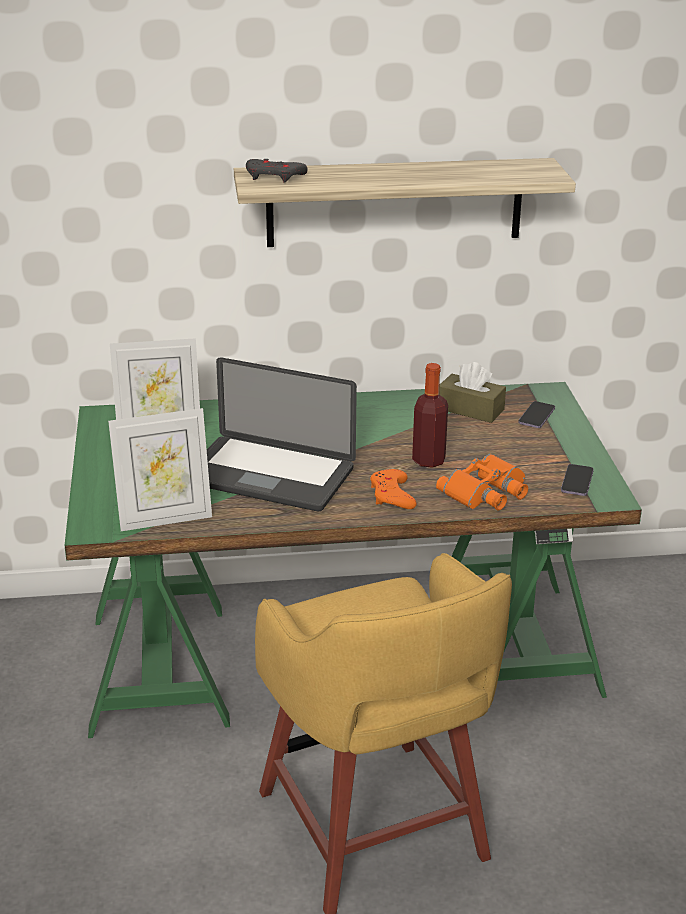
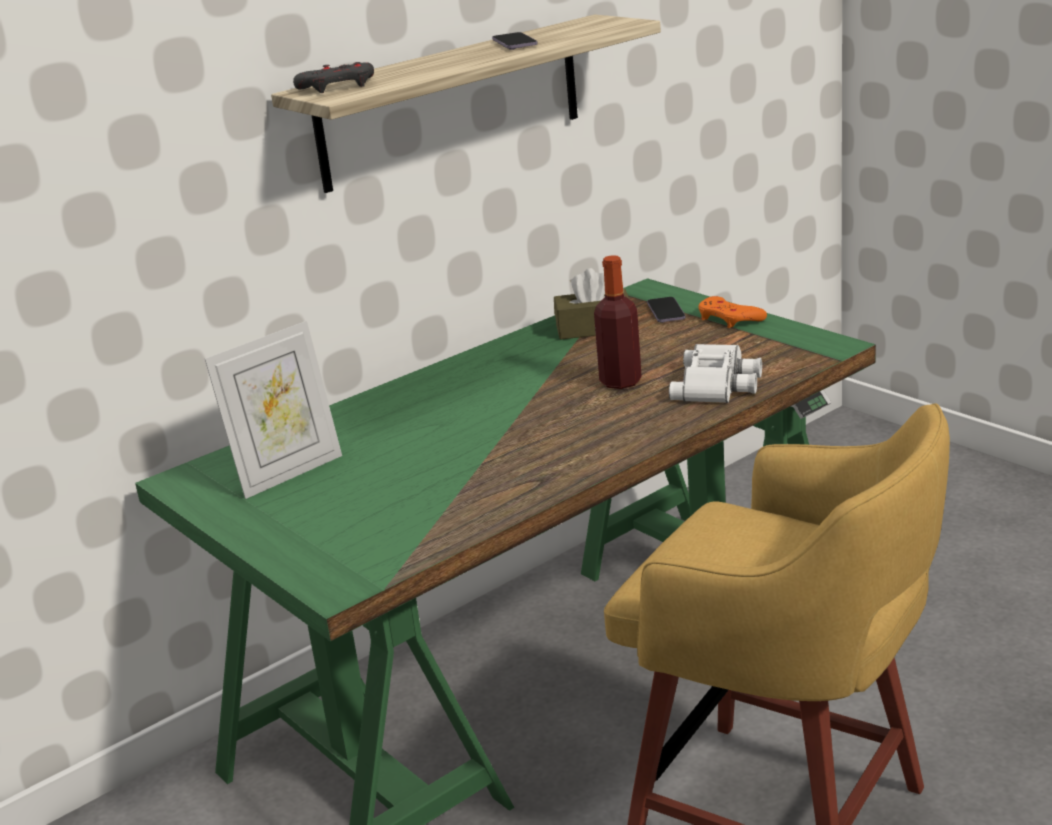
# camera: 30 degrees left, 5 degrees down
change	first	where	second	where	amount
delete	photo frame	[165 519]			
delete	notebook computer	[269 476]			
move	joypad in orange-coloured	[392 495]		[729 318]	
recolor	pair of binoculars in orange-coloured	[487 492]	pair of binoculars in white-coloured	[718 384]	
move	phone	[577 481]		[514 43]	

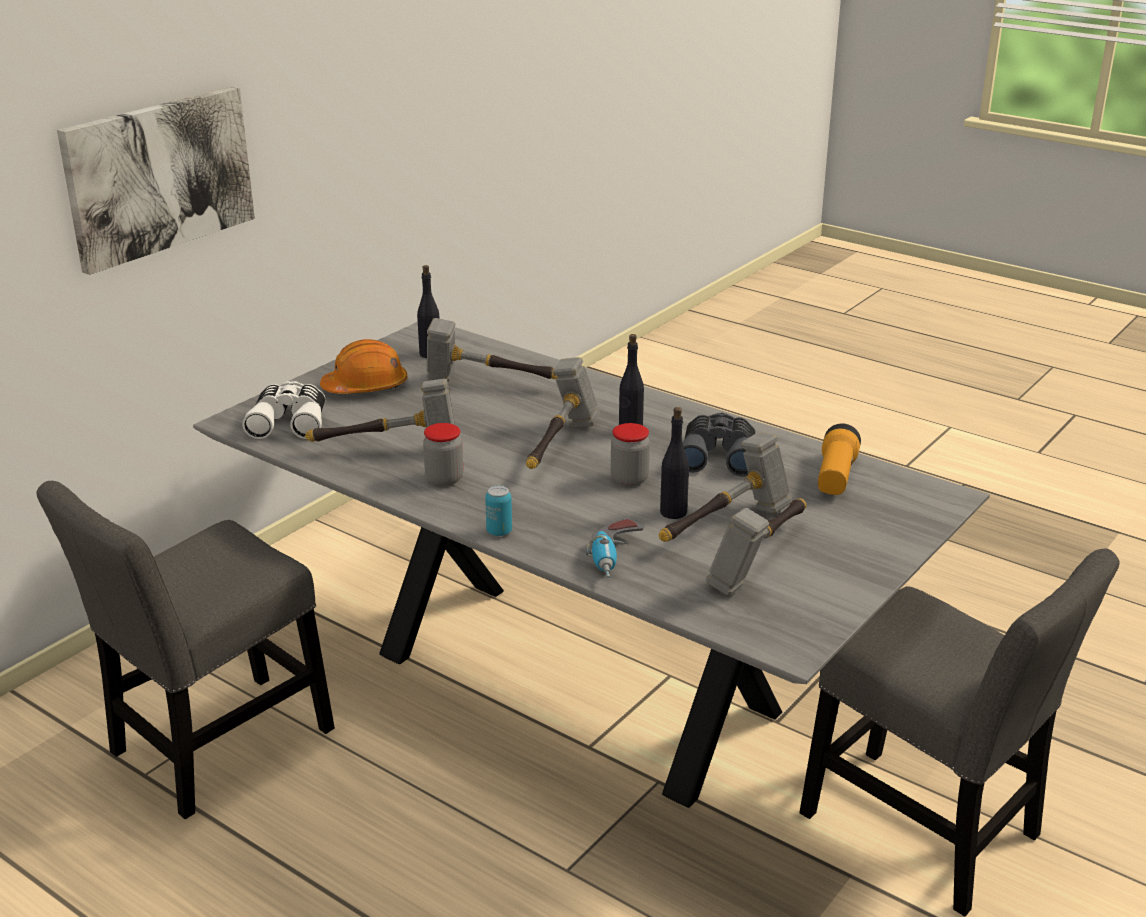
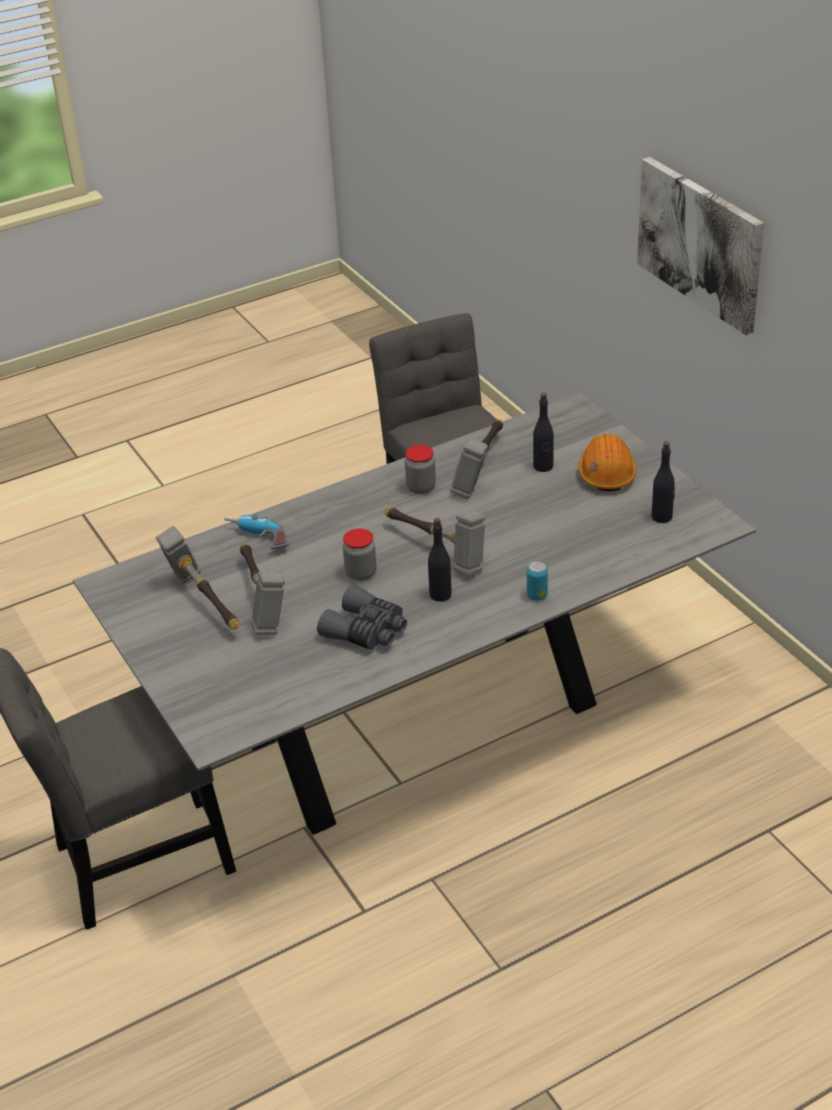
# camera: 115 degrees right, 10 degrees up
change	first	where	second	where	amount
delete	pair of binoculars in white-coloured	[289 422]			
delete	hand hammer	[487 385]			
move	can	[499 532]		[537 596]	
move	drink bottle in black	[673 512]		[543 466]	
delete	torch	[835 476]			

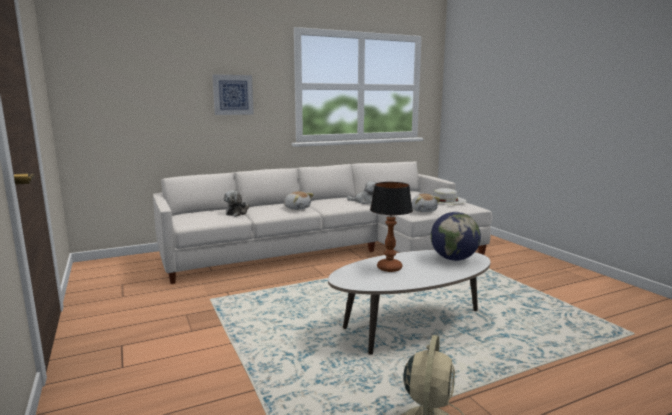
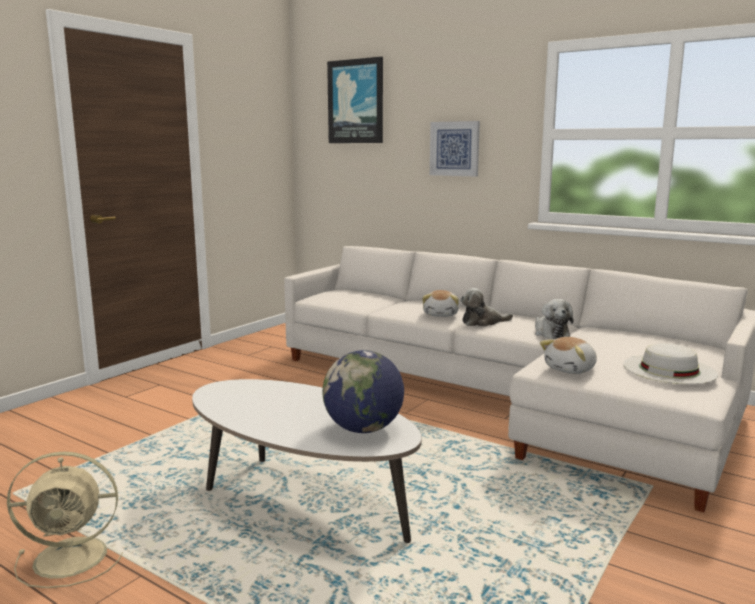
# camera: 60 degrees right, 0 degrees up
change	first	where	second	where	amount
move	soft toy	[237 213]		[482 322]	
delete	table lamp	[389 268]			
insert			wall picture	[356 101]	

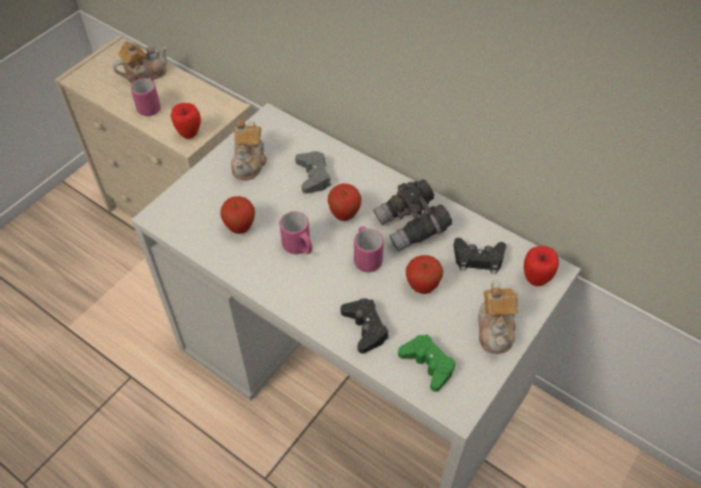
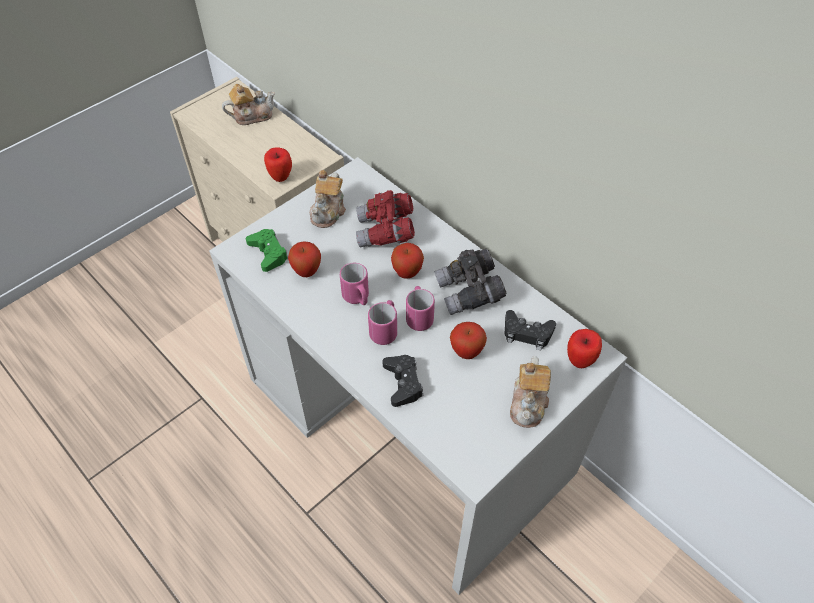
# camera: 10 degrees right, 0 degrees up
change	first	where	second	where	amount
move	coffee mug in pink	[150 106]		[385 330]	
replace	joypad in gray	[313 176]	pair of binoculars in red	[386 232]	
move	joypad in green	[428 364]		[268 253]	

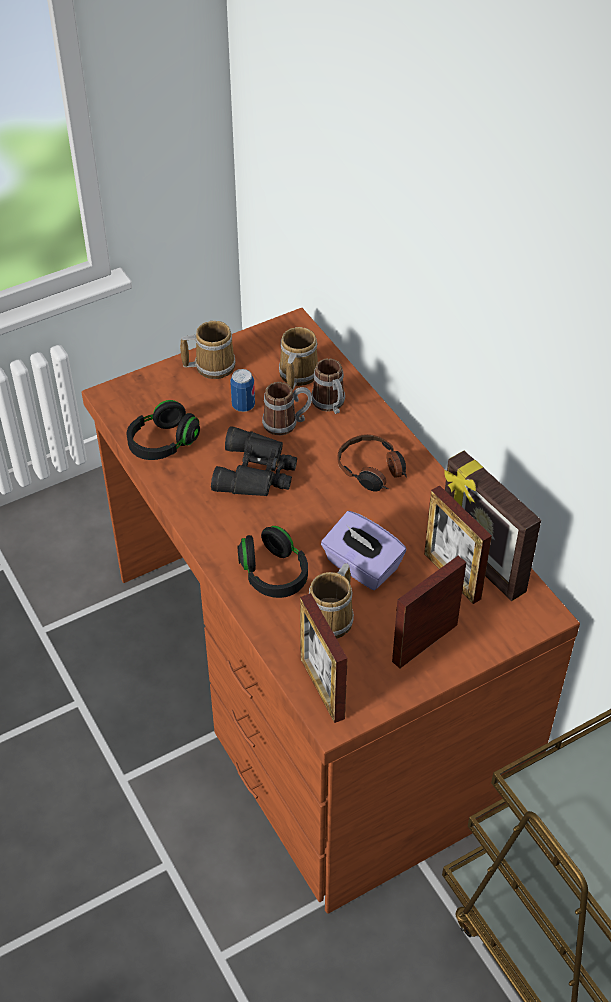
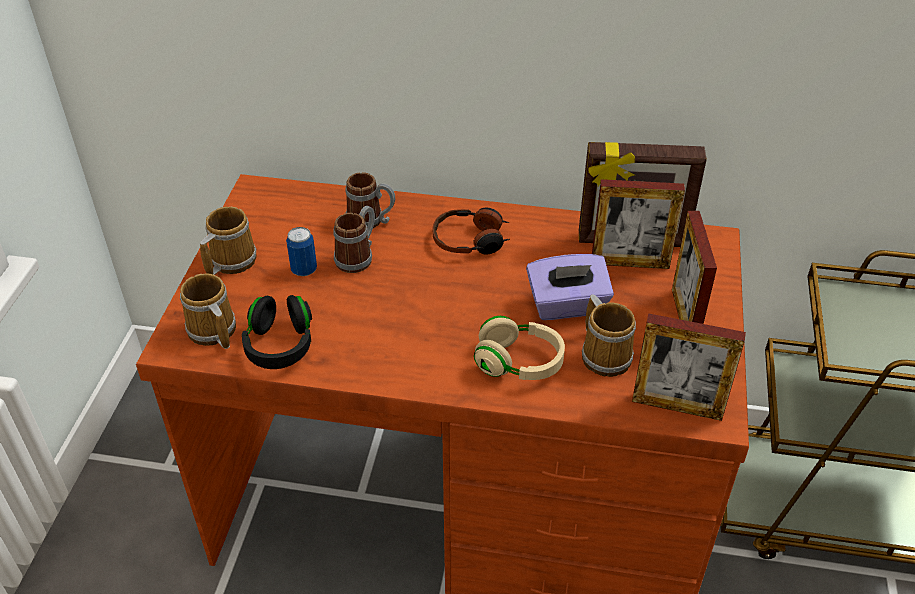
# camera: 50 degrees left, 5 degrees down
change	first	where	second	where	amount
delete	pair of binoculars in black	[257 472]			
recolor	pair of headphones in black	[273 574]	pair of headphones in beige-coloured	[519 363]	
move	coffee mug	[296 374]		[212 331]	

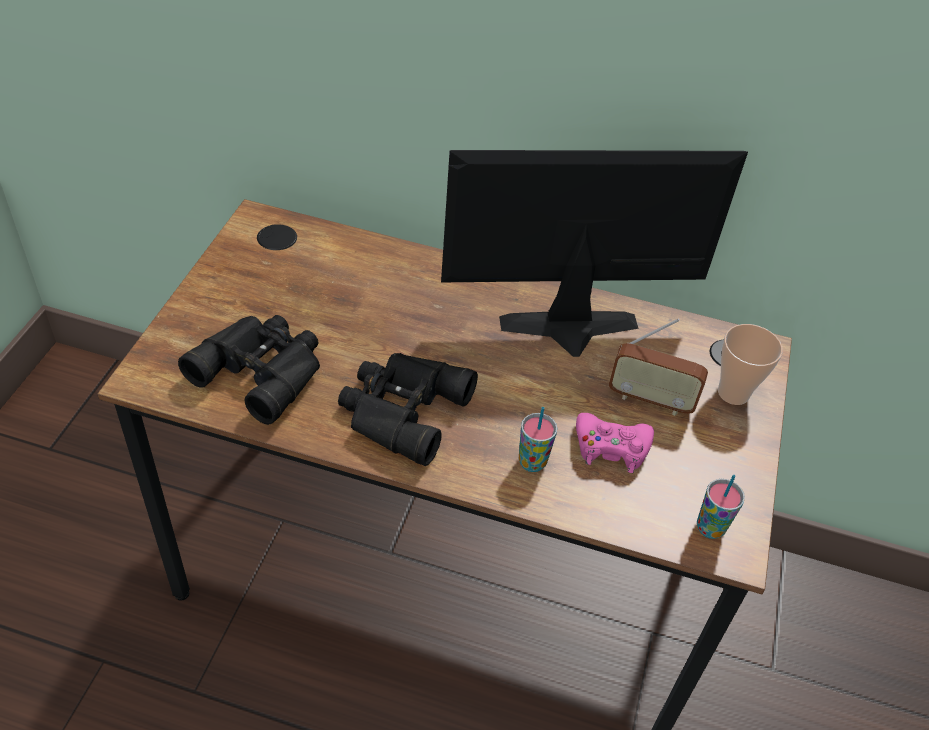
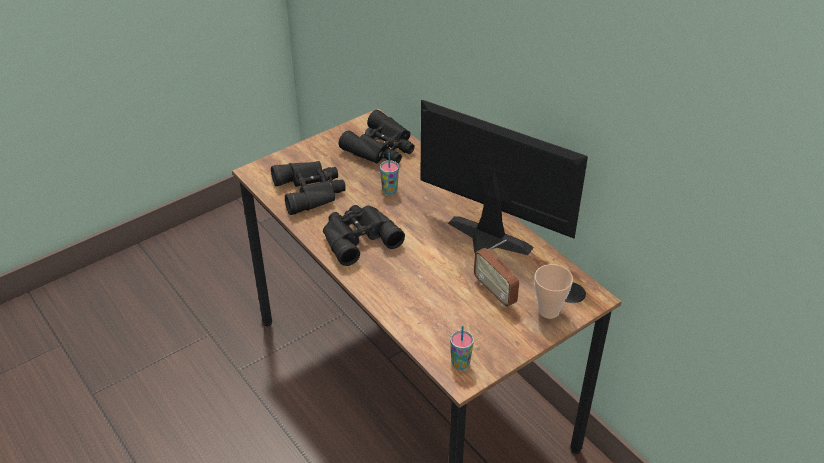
# camera: 40 degrees right, 5 degrees down
change	first	where	second	where	amount
move	cup	[532 462]		[389 190]	
delete	joypad in pink	[611 448]			
insert			pair of binoculars in black	[382 148]	

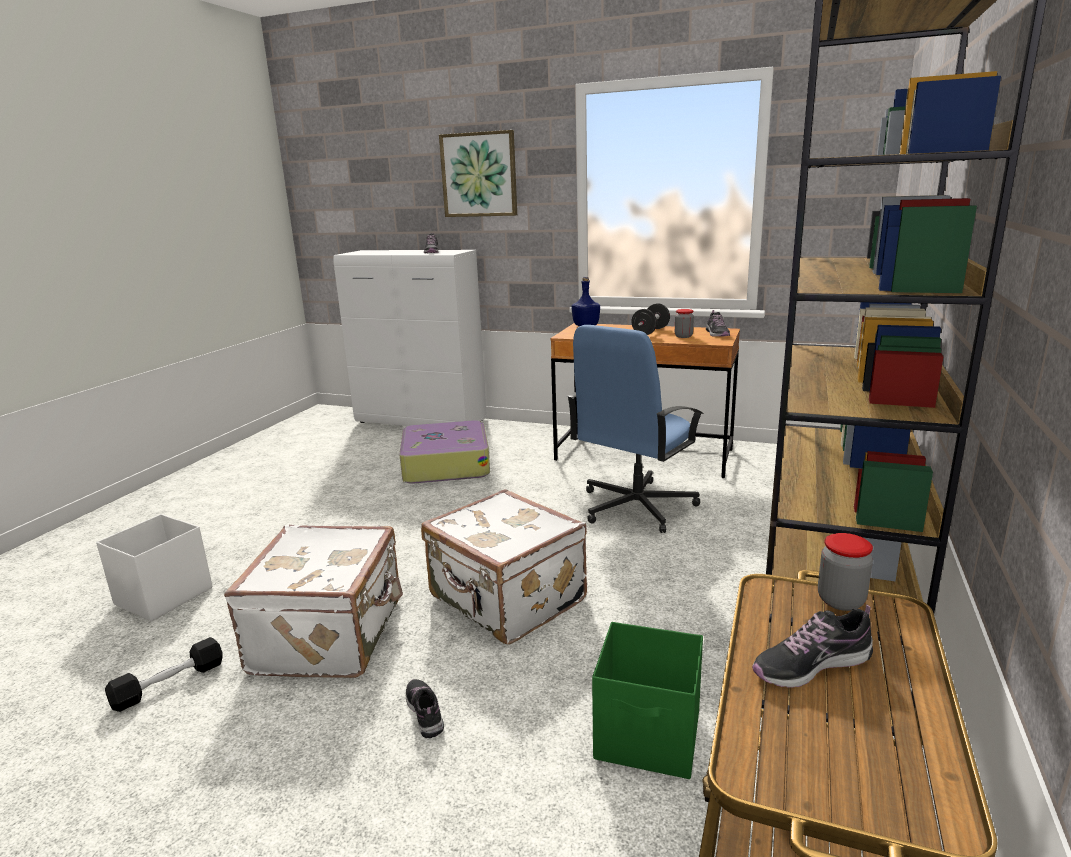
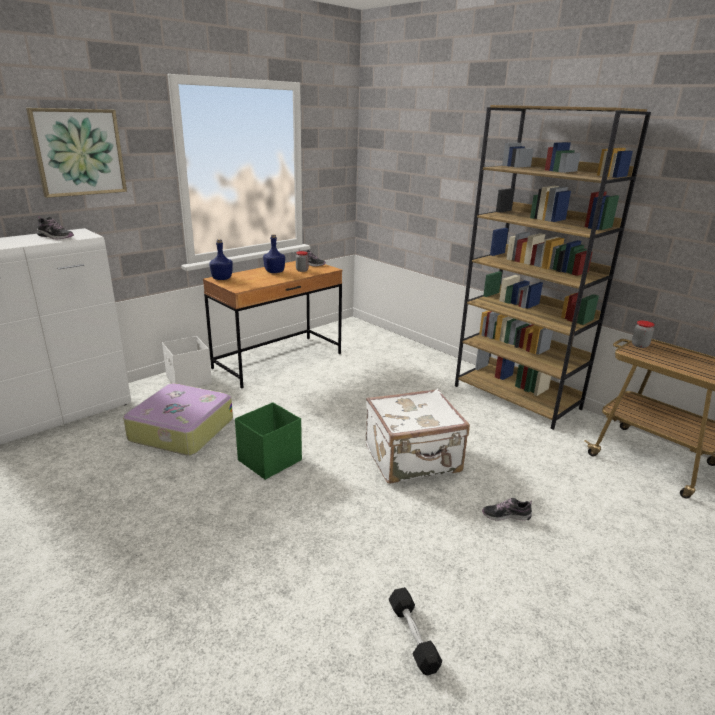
# camera: 65 degrees left, 5 degrees up
change	first	where	second	where	amount
move	storage bin in white-coloured	[162 597]		[189 380]	
delete	travel case in white-coloured	[331 635]			
delete	desk chair in bluish	[635 507]			
move	storage bin in green	[649 737]		[271 460]	
replace	hand weight in black	[650 331]	drink bottle in bluish	[274 272]	
delete	item of footwear	[810 665]			

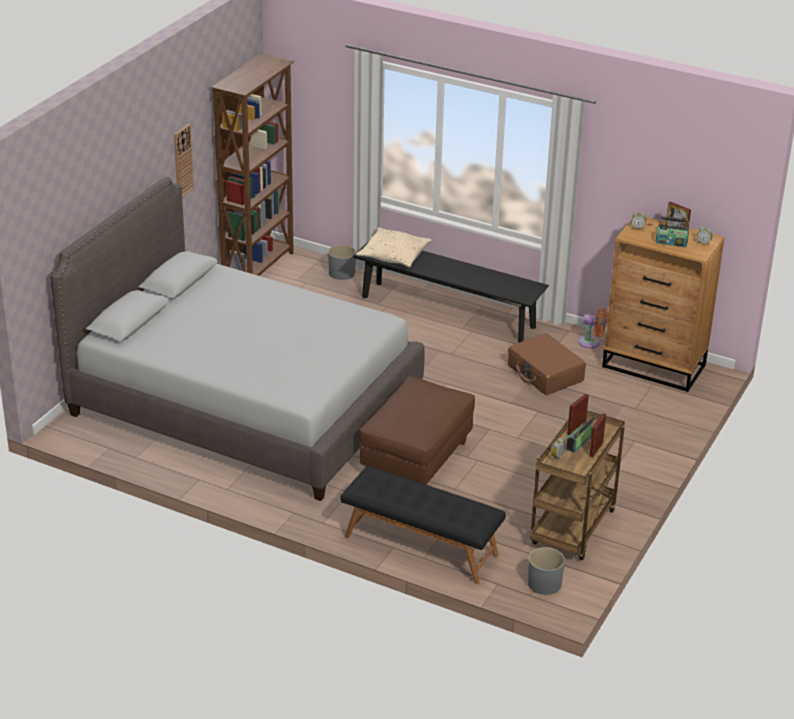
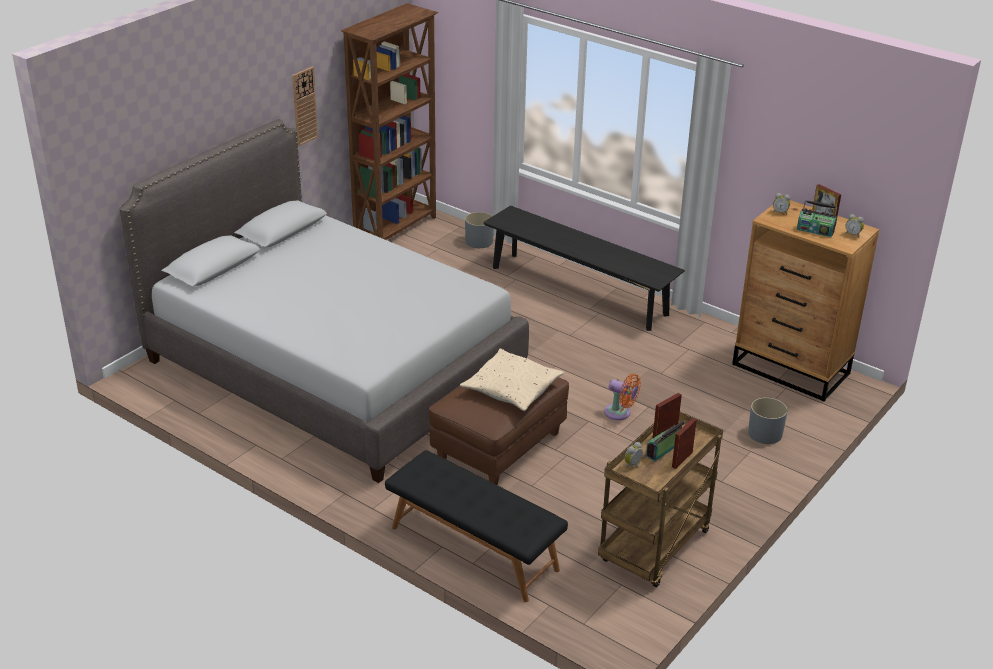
# camera: 10 degrees right, 0 degrees up
change	first	where	second	where	amount
move	cushion in beige-coloured	[393 255]		[511 388]	
delete	travel case in brownish	[545 373]			
move	plant pot in gray	[544 583]		[765 434]	
move	cooling fan in orange-coloured	[591 342]		[620 413]	

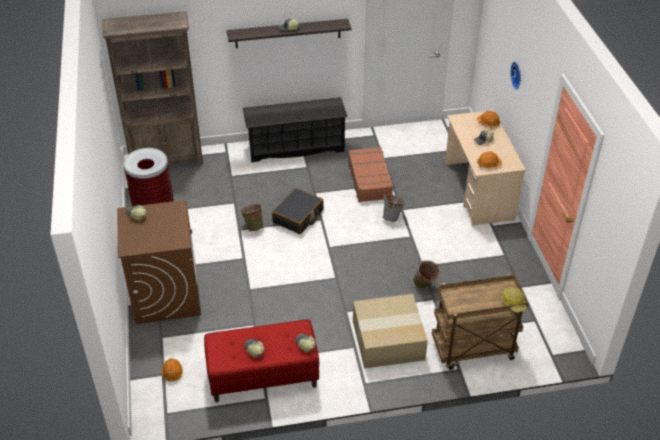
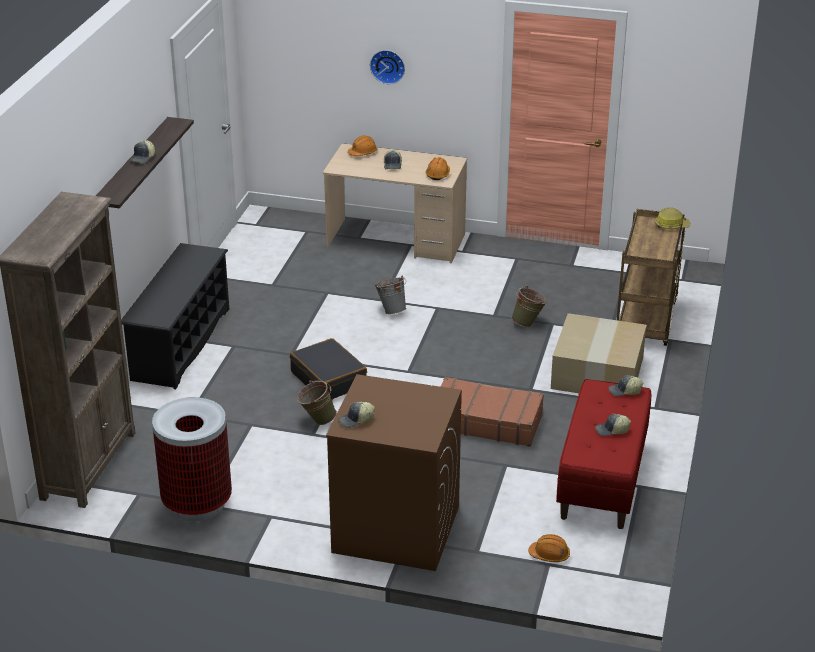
# camera: 65 degrees left, 10 degrees down
change	first	where	second	where	amount
move	travel case in brownish	[370 180]		[486 421]	

